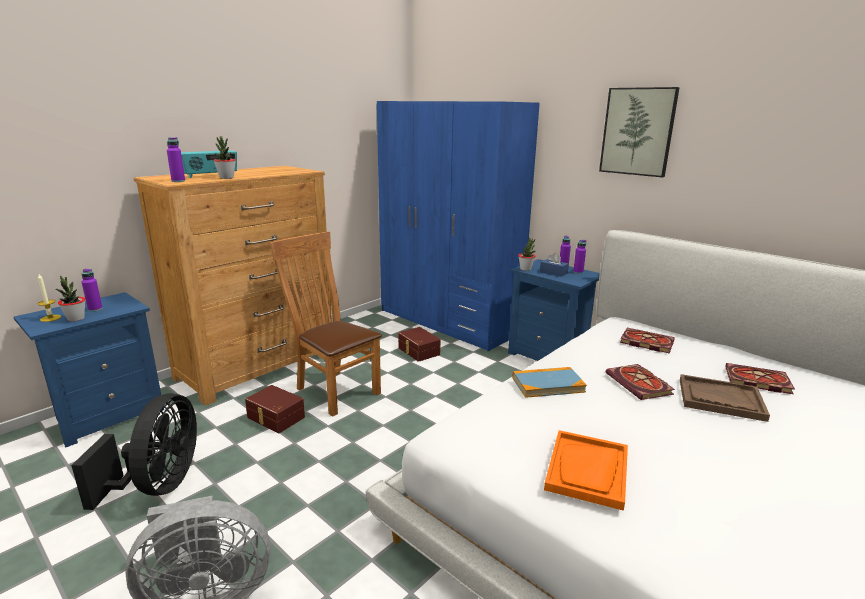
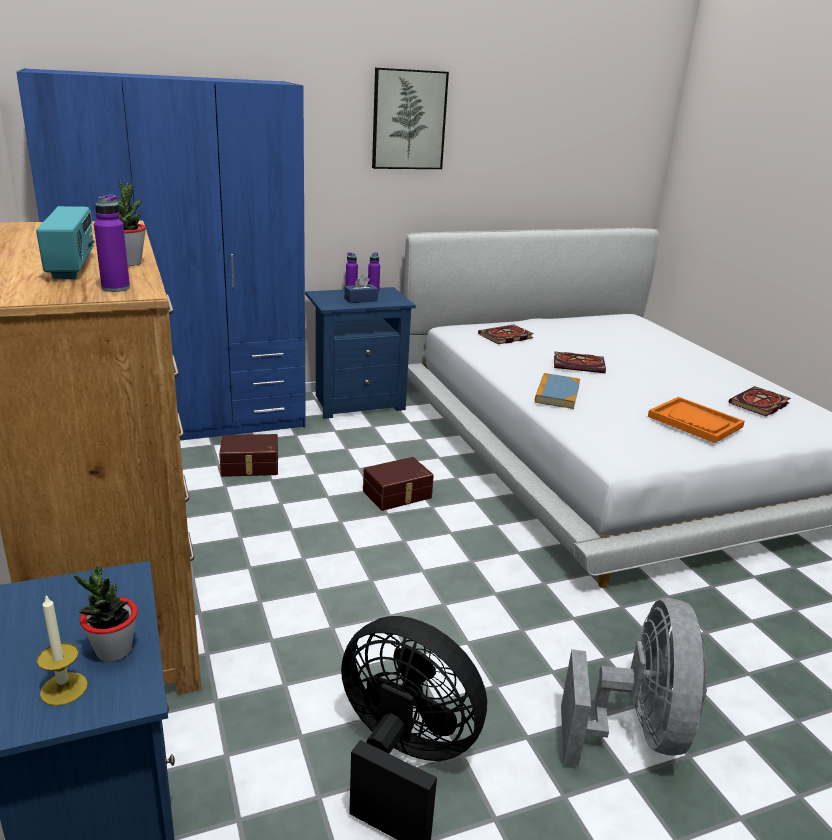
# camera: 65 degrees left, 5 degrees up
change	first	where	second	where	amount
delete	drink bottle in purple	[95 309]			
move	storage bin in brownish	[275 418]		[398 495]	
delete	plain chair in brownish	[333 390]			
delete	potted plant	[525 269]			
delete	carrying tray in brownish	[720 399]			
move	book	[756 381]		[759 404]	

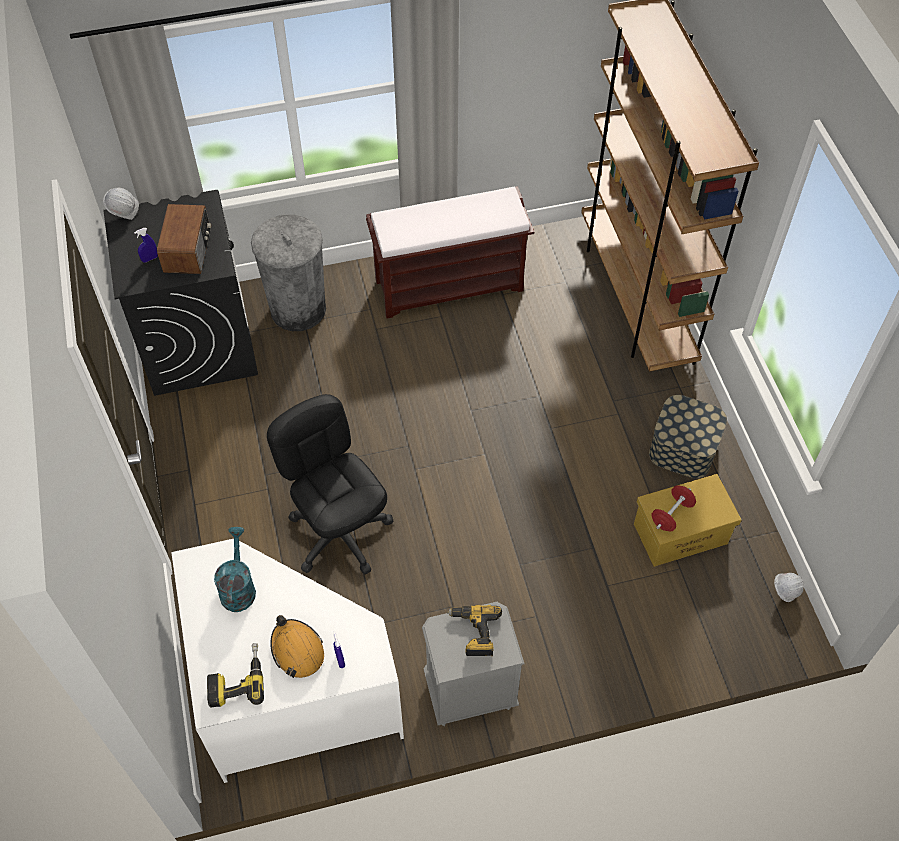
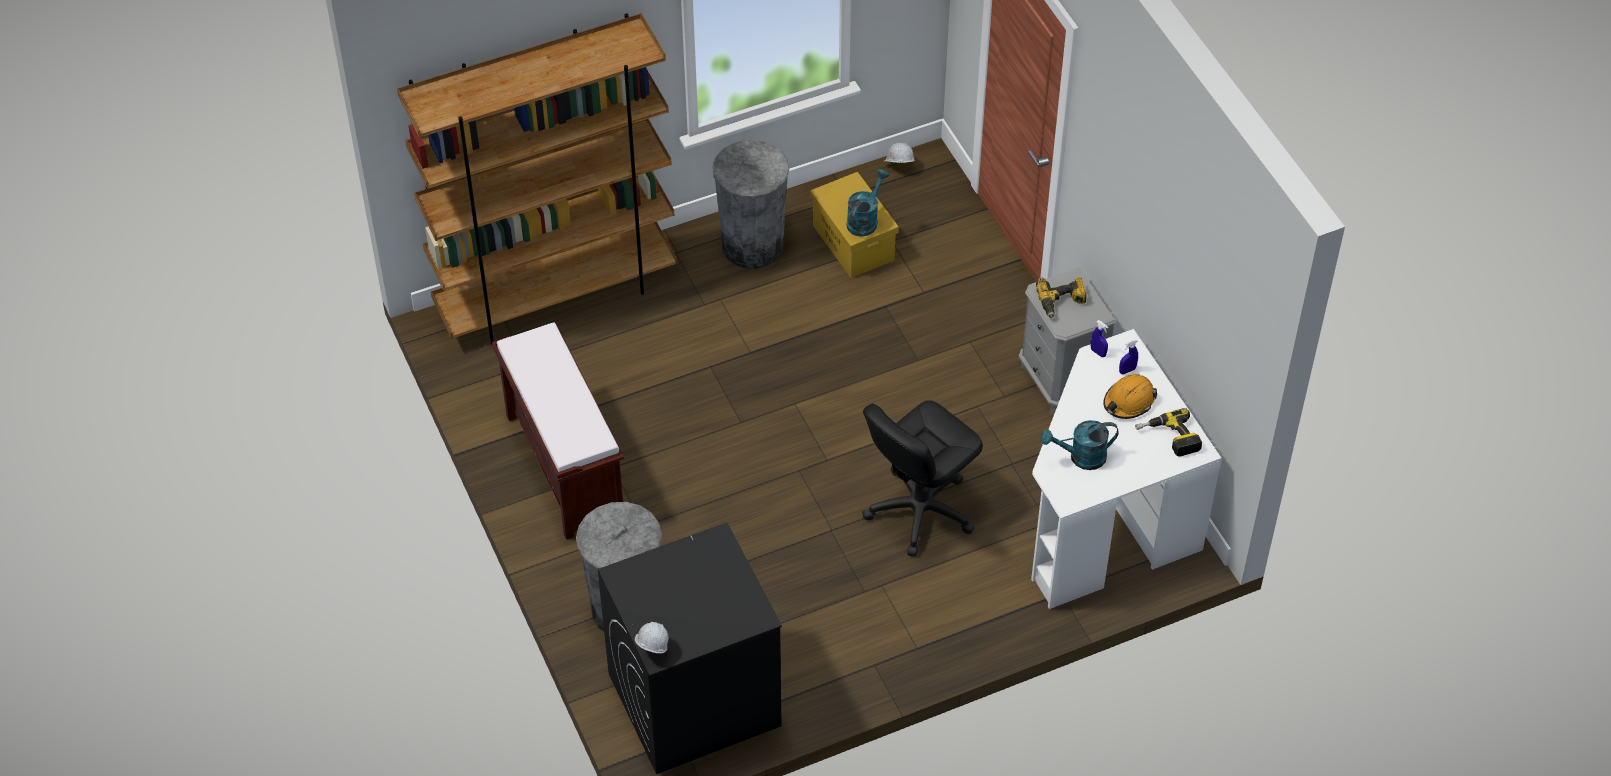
# camera: 100 degrees left, 5 degrees down
change	first	where	second	where	amount
move	hand sprayer in bluish	[150 259]		[1098 352]	
delete	radio set	[188 250]			
replace	storage bin	[683 448]	trash can in gray	[752 245]	
replace	hand weight in red	[671 515]	sprinkling can in turquoise-coloured	[865 220]	

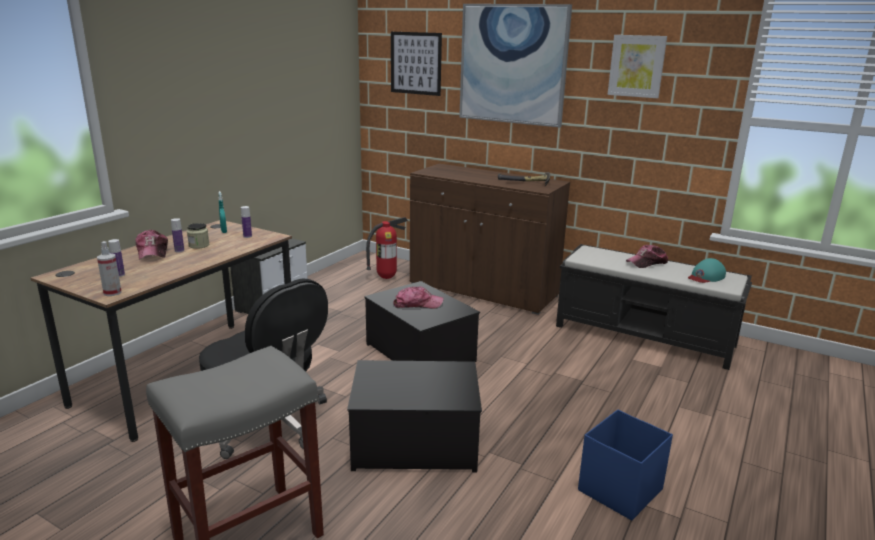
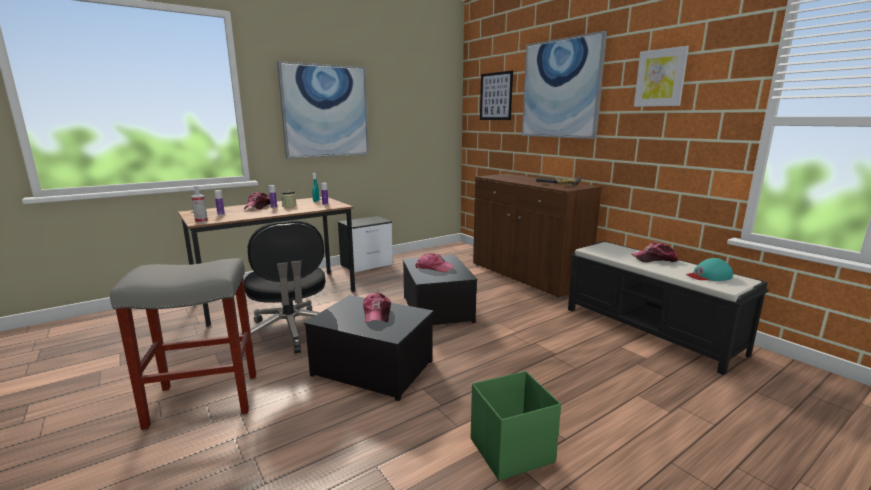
# camera: 25 degrees right, 5 degrees down
change	first	where	second	where	amount
delete	fire extinguisher	[386 277]			
recolor	storage bin in bluish	[619 490]	storage bin in green	[510 450]	
insert			wall picture	[325 111]	
insert			peaked cap	[377 314]	

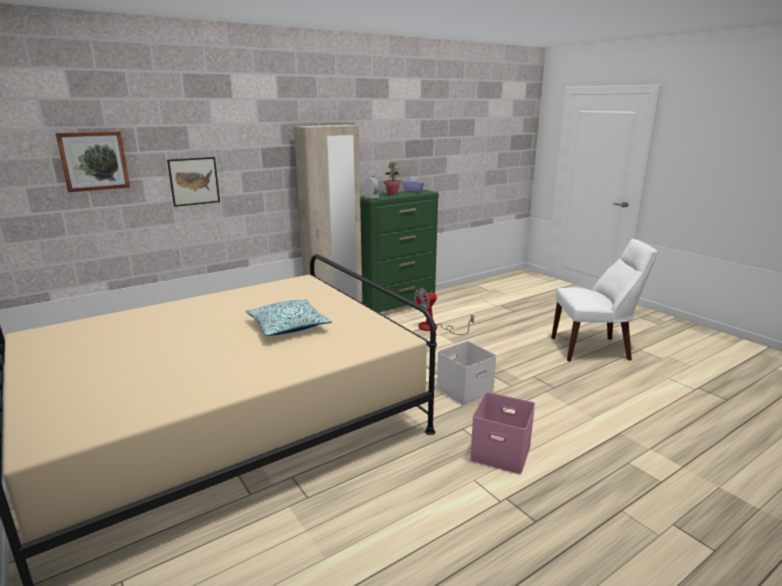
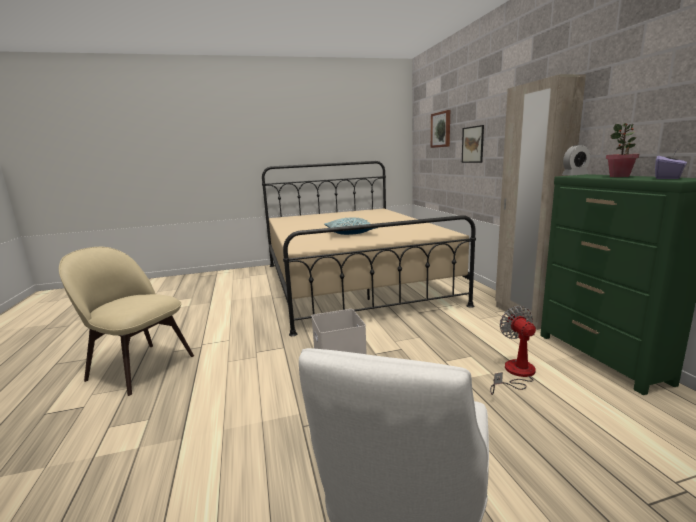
# camera: 110 degrees right, 5 degrees down
change	first	where	second	where	amount
delete	storage bin in pink	[499 453]			
insert			plain chair in beige-coloured	[138 366]	

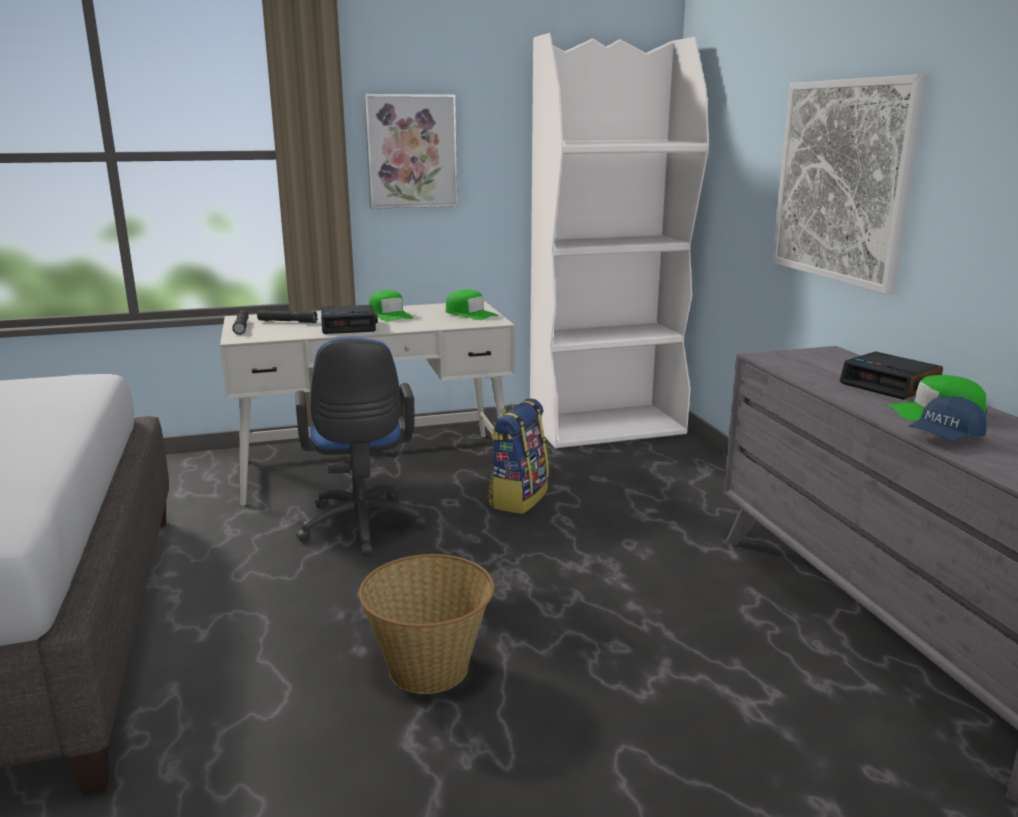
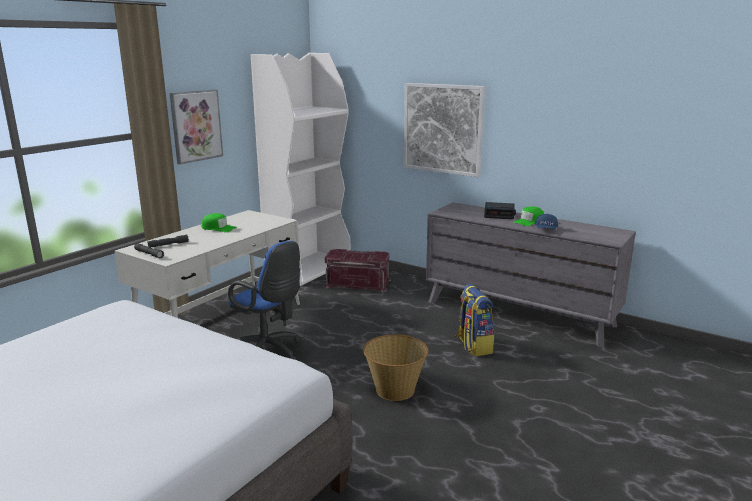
# camera: 40 degrees left, 0 degrees up
change	first	where	second	where	amount
delete	table clock	[349 327]			
delete	peaked cap in green	[470 314]			
move	rucksack	[518 498]		[473 346]	
insert			storage bin in red	[358 283]	

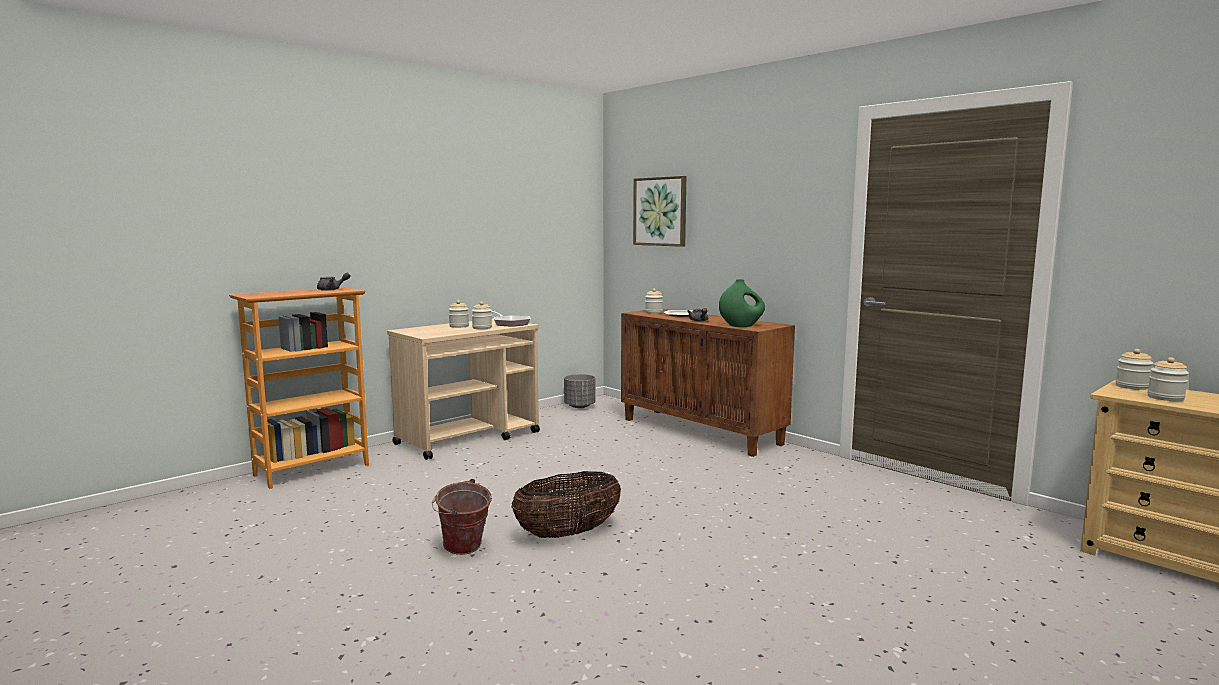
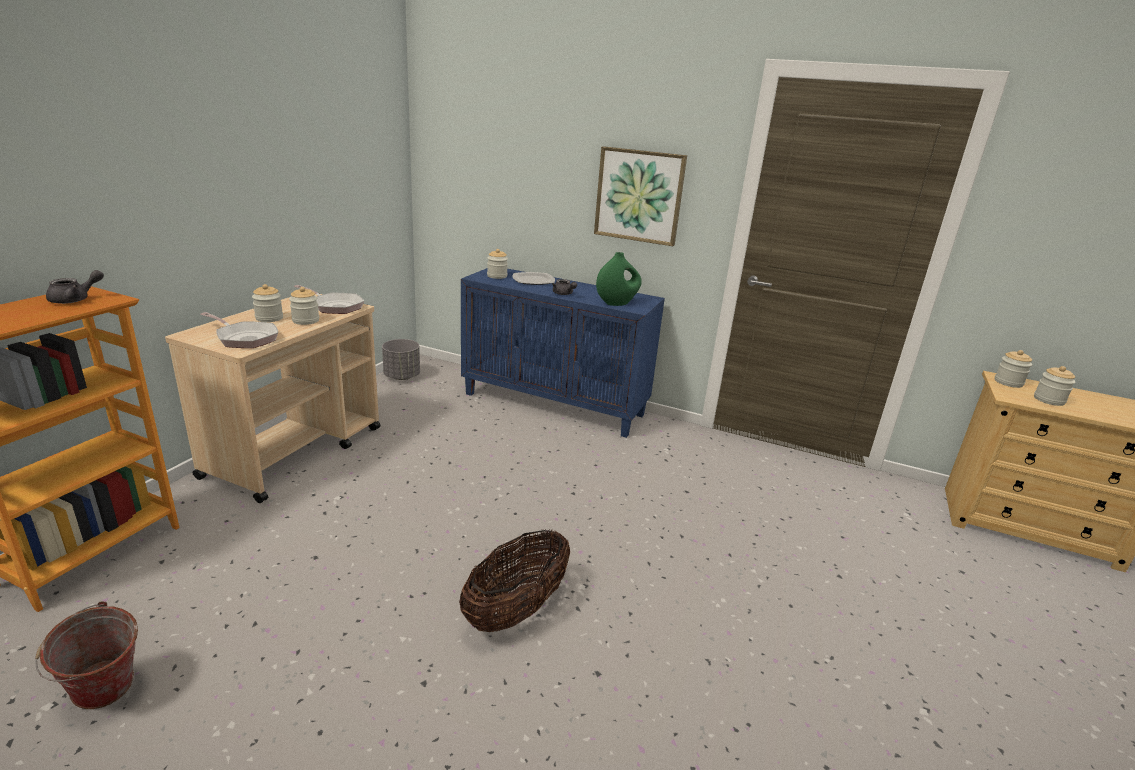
# camera: 25 degrees left, 15 degrees up
change	first	where	second	where	amount
move	bucket	[463 551]		[105 697]	
recolor	cabinet in brownish	[701 431]	cabinet in bluish	[555 404]	
move	wall picture	[660 211]		[639 196]	
insert			pan	[244 338]	

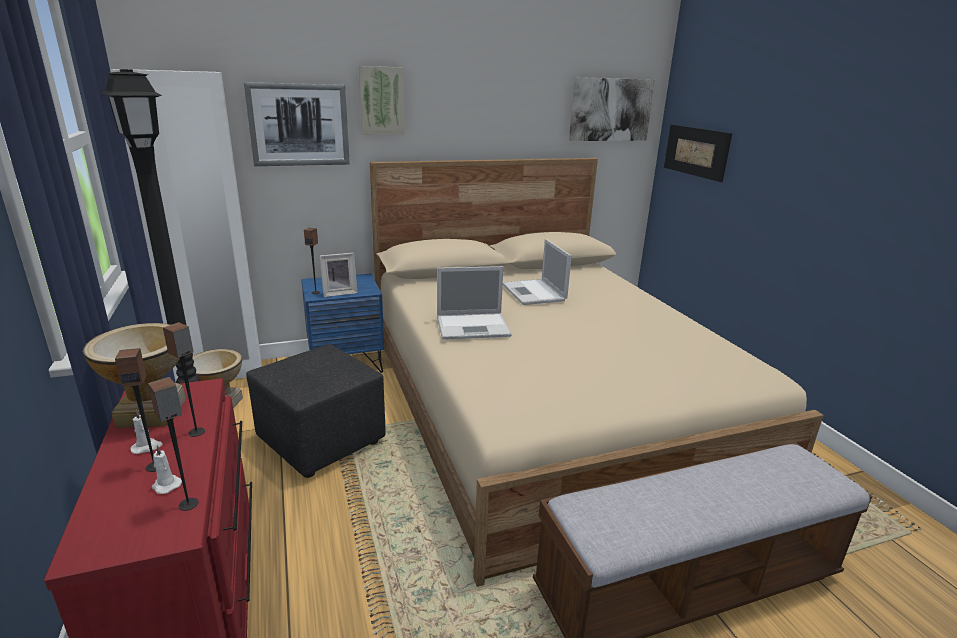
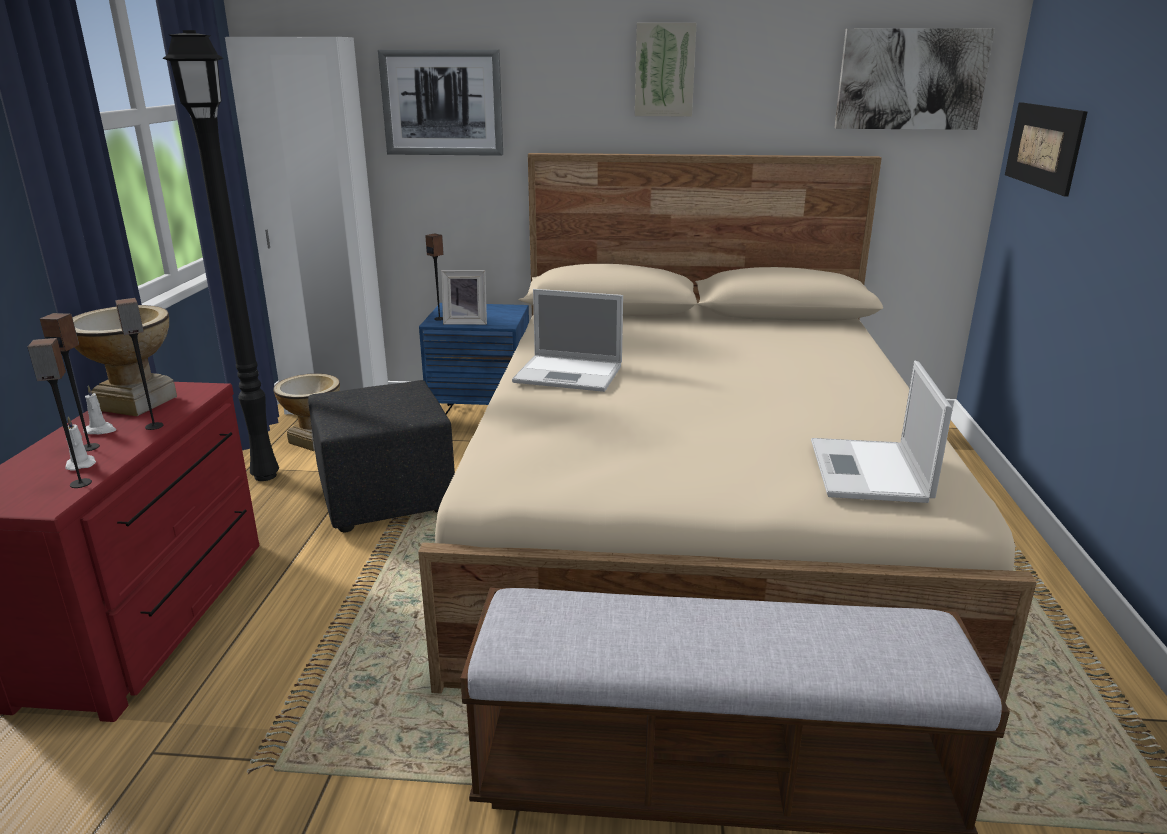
# camera: 25 degrees right, 0 degrees up
change	first	where	second	where	amount
move	wall picture	[381 101]		[664 70]	
move	notebook computer	[534 293]		[869 472]	

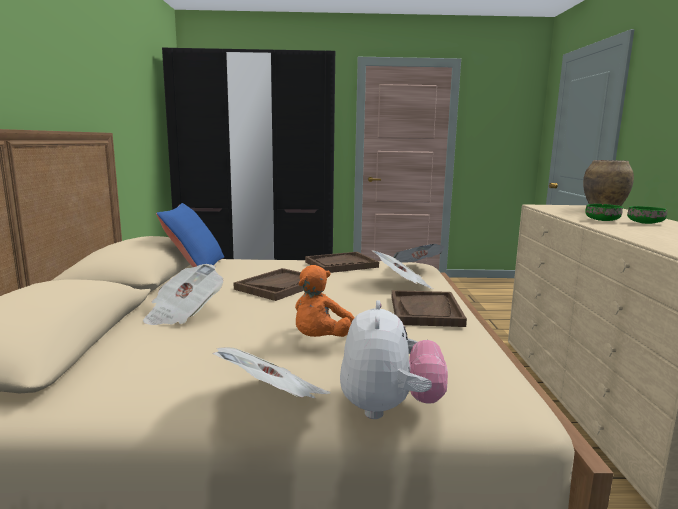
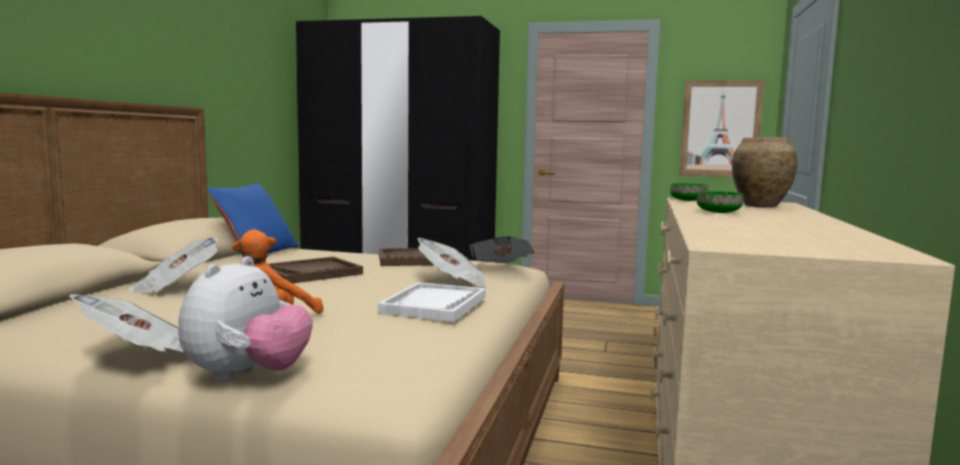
# camera: 15 degrees right, 5 degrees down
change	first	where	second	where	amount
recolor	carrying tray in brownish	[425 311]	carrying tray in white-coloured	[434 305]	
move	deep dish in green	[644 223]		[687 200]	
insert			wall picture	[720 128]	

